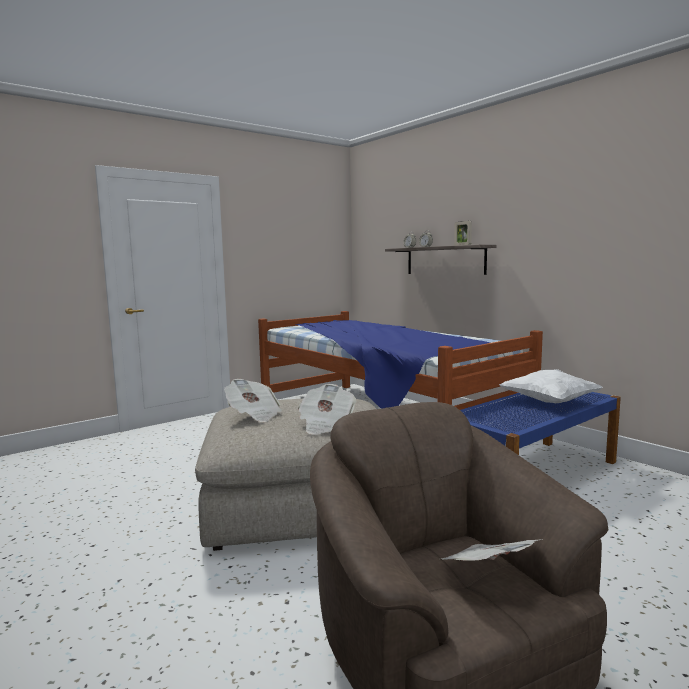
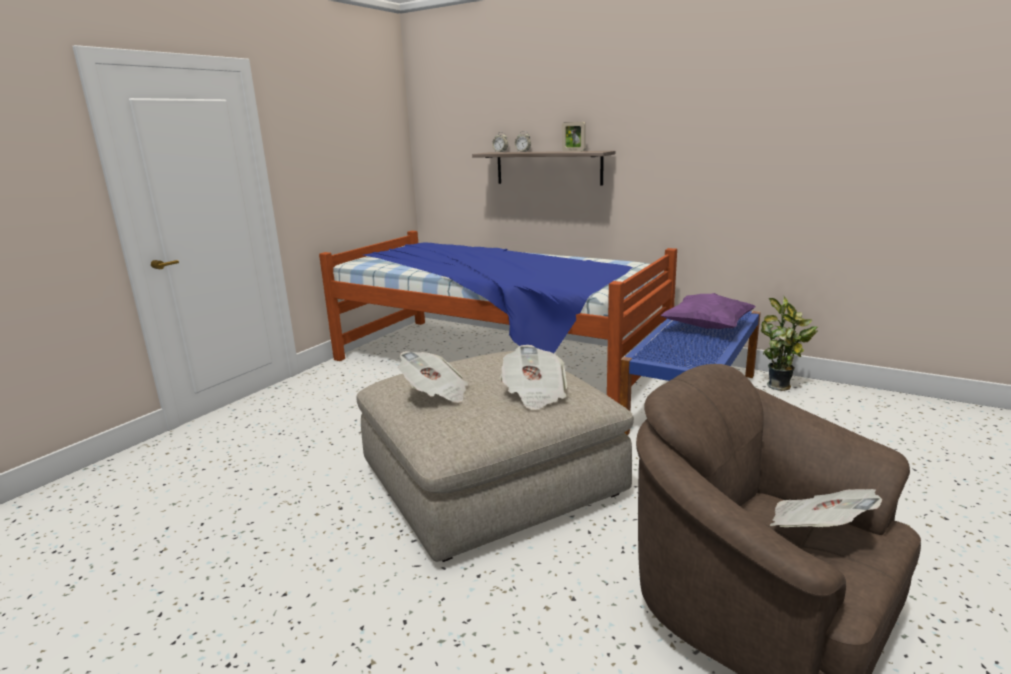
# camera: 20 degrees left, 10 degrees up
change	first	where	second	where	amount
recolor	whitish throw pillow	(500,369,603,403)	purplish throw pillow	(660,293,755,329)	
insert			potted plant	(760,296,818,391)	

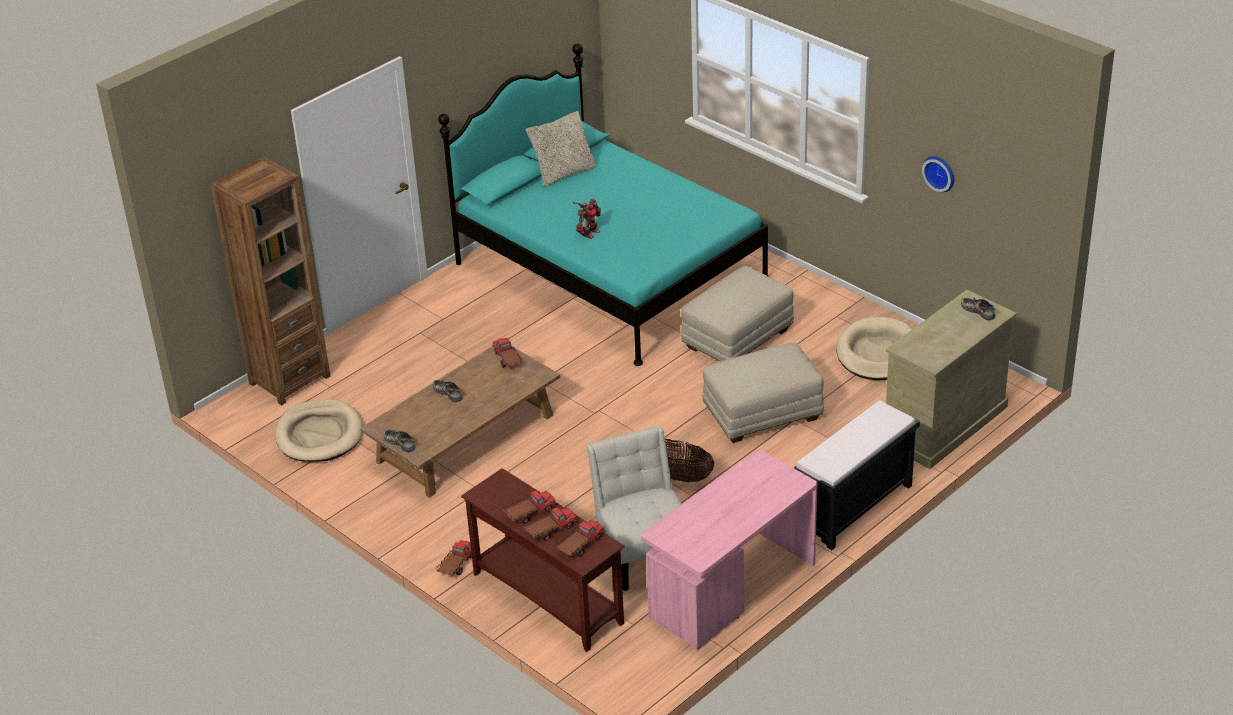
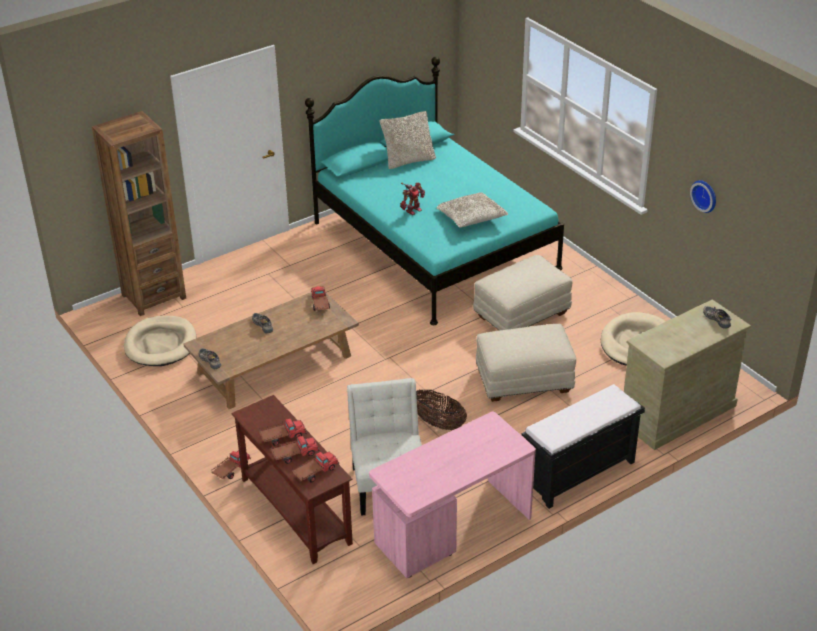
# camera: 10 degrees right, 0 degrees up
change	first	where	second	where	amount
insert			beige throw pillow	(437,192,508,228)	

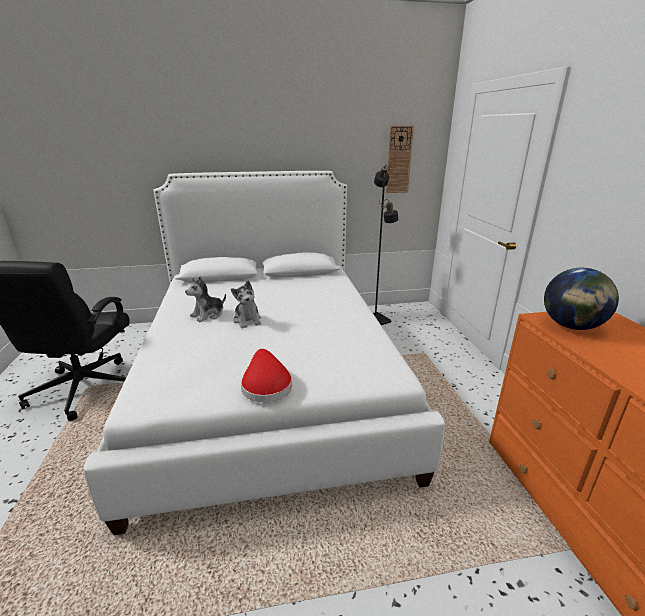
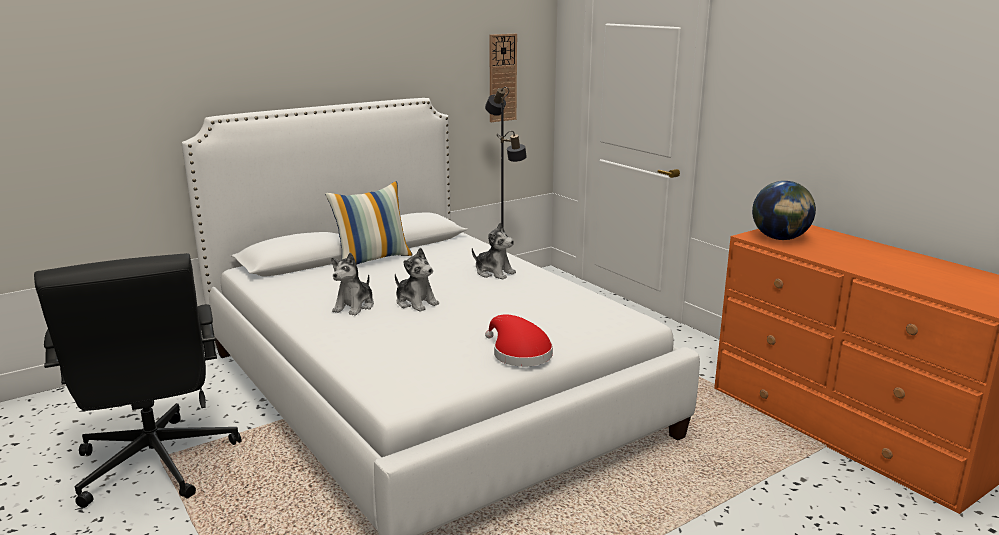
# camera: 25 degrees left, 5 degrees down
change	first	where	second	where	amount
insert			throw pillow	(325,181,413,265)	
insert			soft toy	(472,222,516,280)	

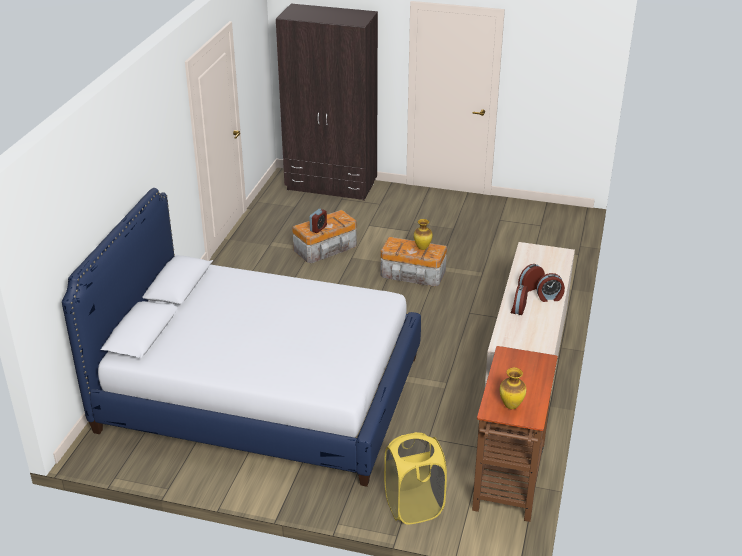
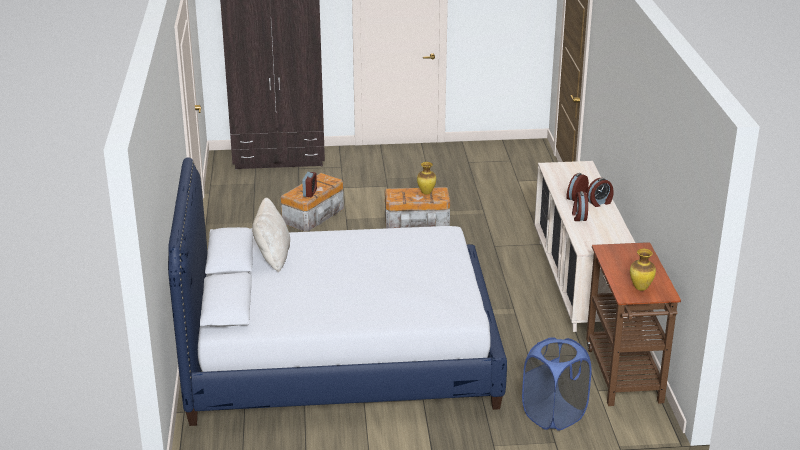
# camera: 20 degrees left, 5 degrees down
change	first	where	second	where	amount
recolor	yellow laundry basket	(384,432,447,525)	blue laundry basket	(522,337,592,431)	
insert			beige throw pillow	(252,197,290,273)	

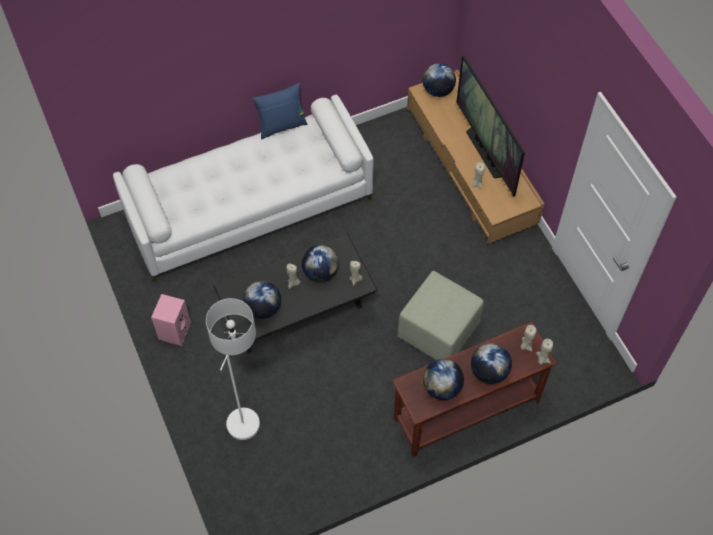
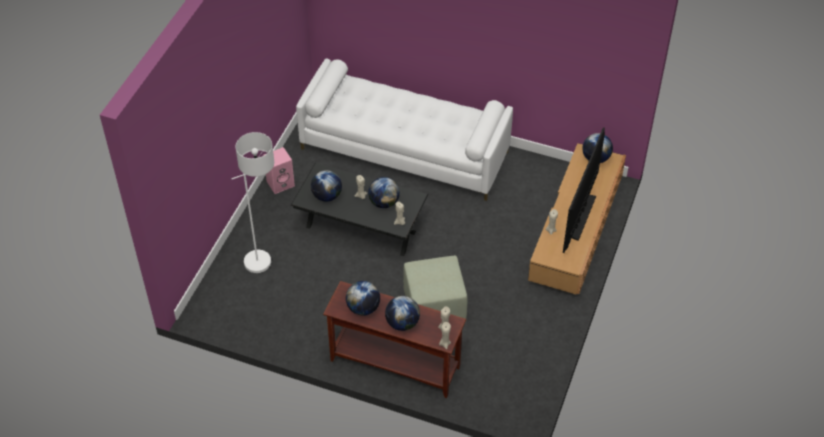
# camera: 45 degrees right, 10 degrees down
change	first	where	second	where	amount
delete	blue throw pillow	(252,83,307,139)			

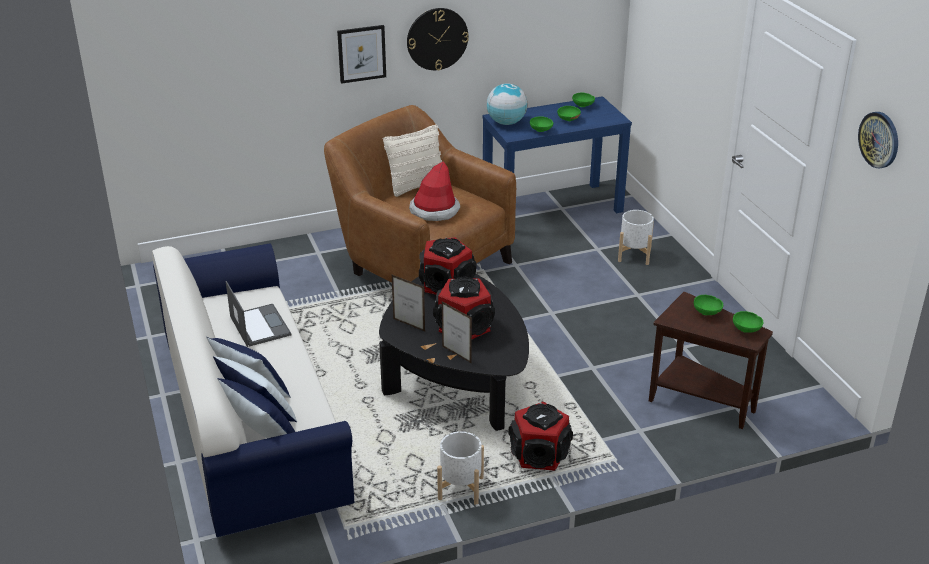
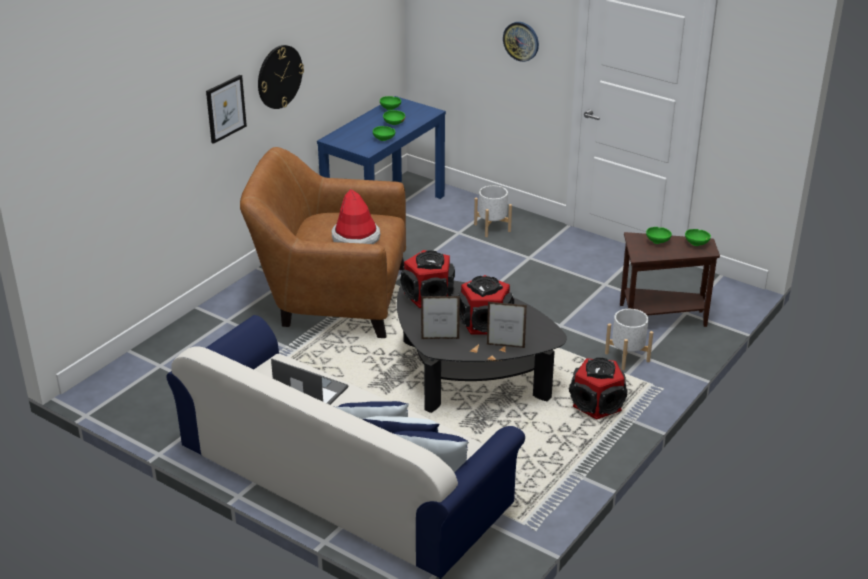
# camera: 35 degrees left, 0 degrees up
change	first	where	second	where	amount
delete	globe	(487,83,528,125)			
move	wall clock	(858,112,898,168)		(503,22,539,62)	
delete	beige throw pillow	(383,124,442,197)			
move	whitish planter	(437,431,484,505)		(605,309,653,370)	

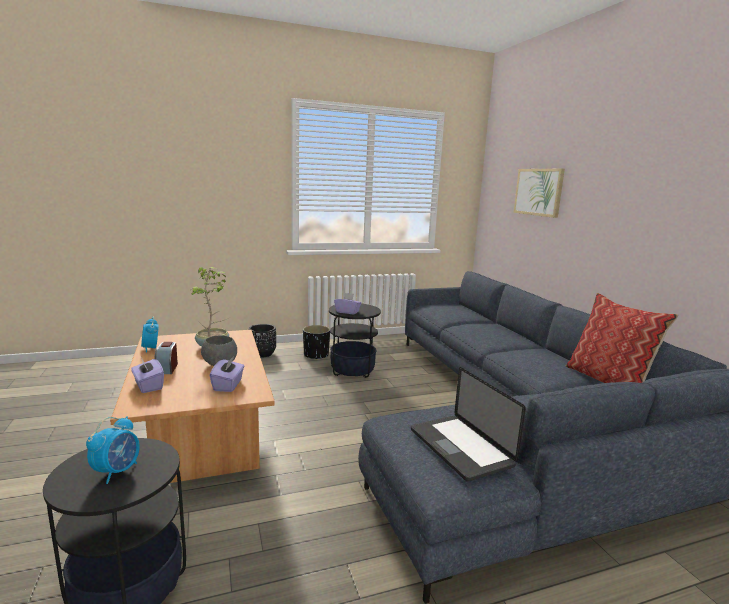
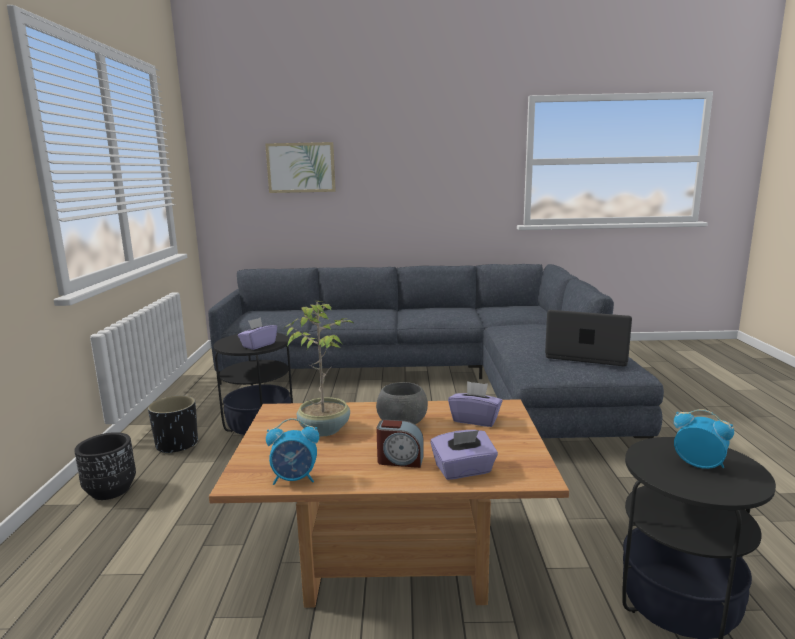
# camera: 70 degrees left, 0 degrees up
change	first	where	second	where	amount
delete	throw pillow	(566,293,679,383)			
rotate	laptop	(411,367,526,482)		(545,310,632,366)	150 degrees counterclockwise

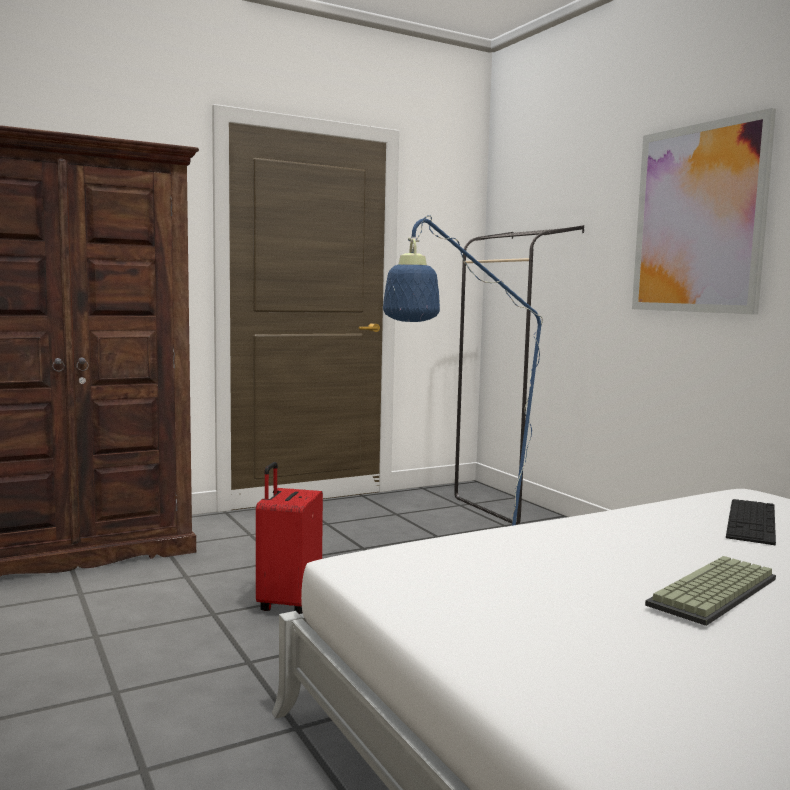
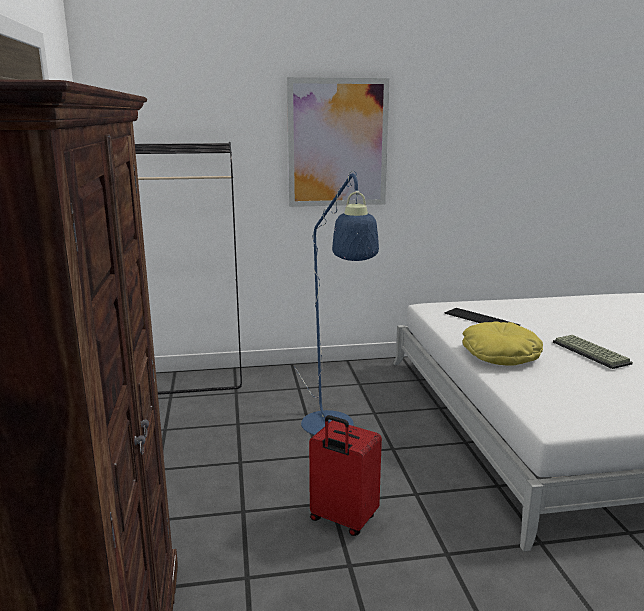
# camera: 70 degrees left, 10 degrees up
change	first	where	second	where	amount
insert			yellow throw pillow	(463,322,543,366)	

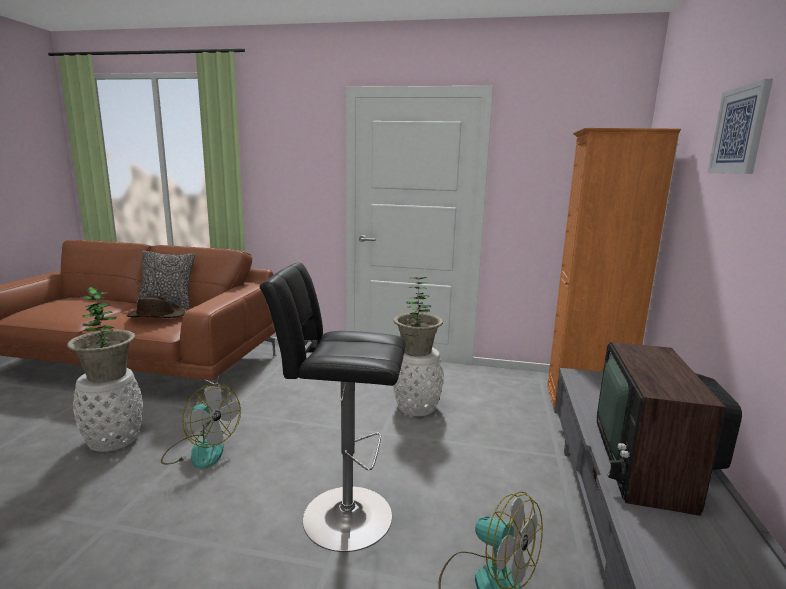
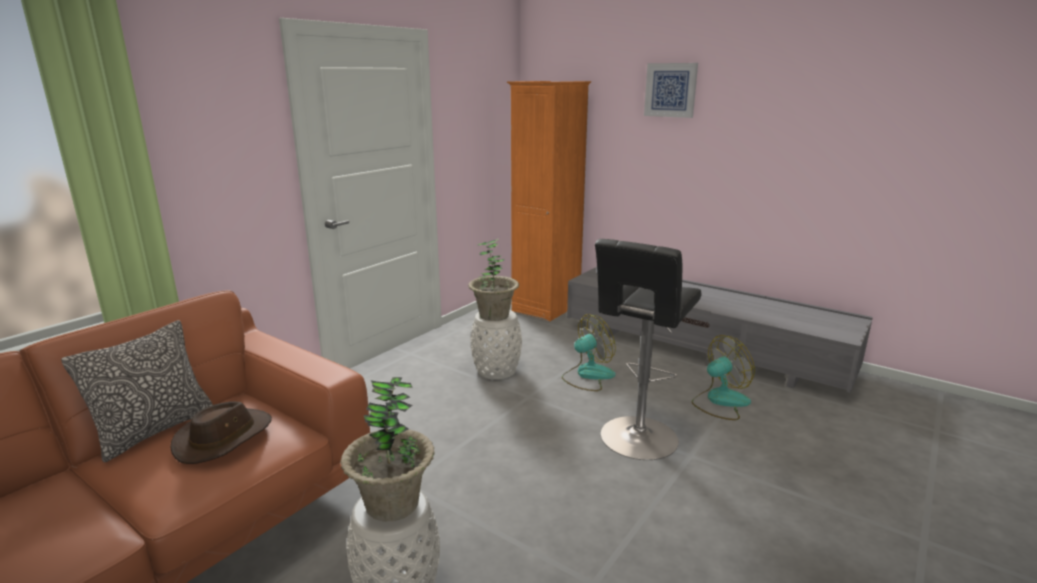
# camera: 65 degrees left, 5 degrees up
change	first	where	second	where	amount
delete	TV	(597,342,742,516)			
move	electric fan	(161,383,241,469)		(562,314,616,391)	

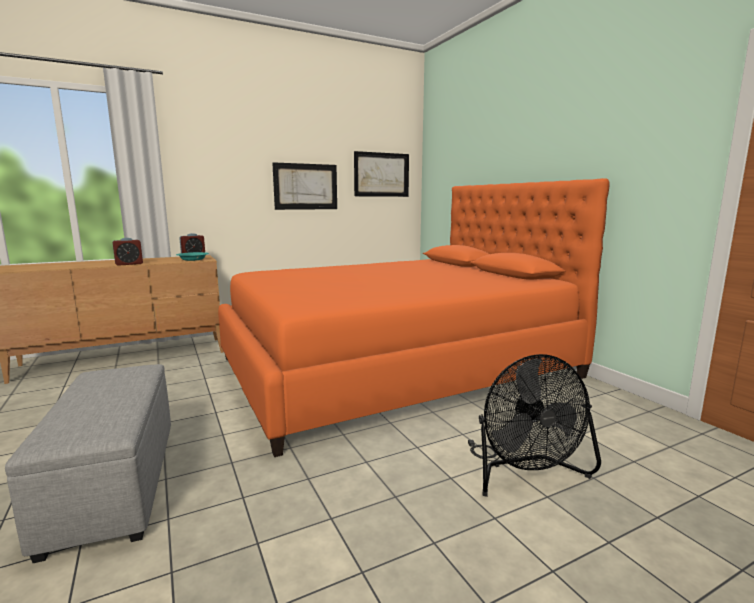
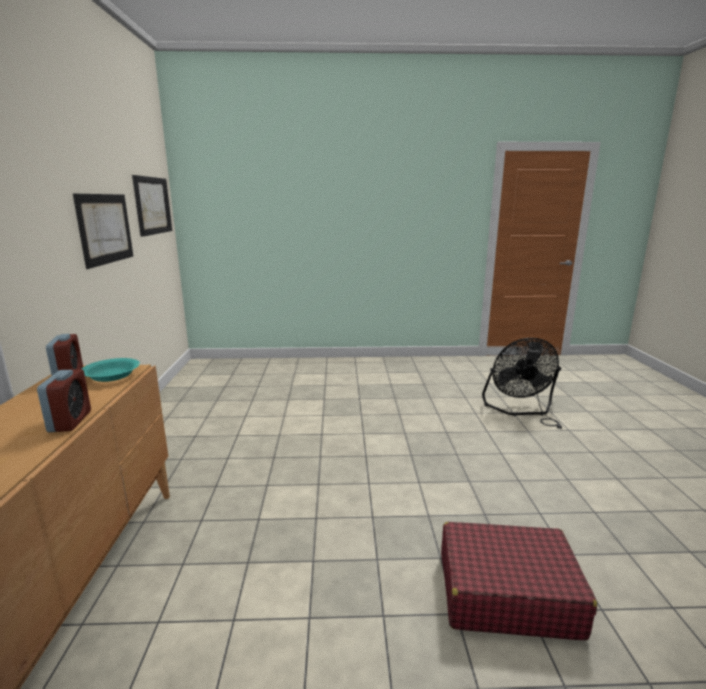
# camera: 65 degrees left, 5 degrees up
change	first	where	second	where	amount
delete	orangey bed	(218,178,610,457)			
rotate	black electric fan	(468,354,601,497)		(482,338,562,429)	105 degrees counterclockwise
replace	grey pouffe	(5,364,171,563)	red-coloured suitcase	(441,522,597,640)	

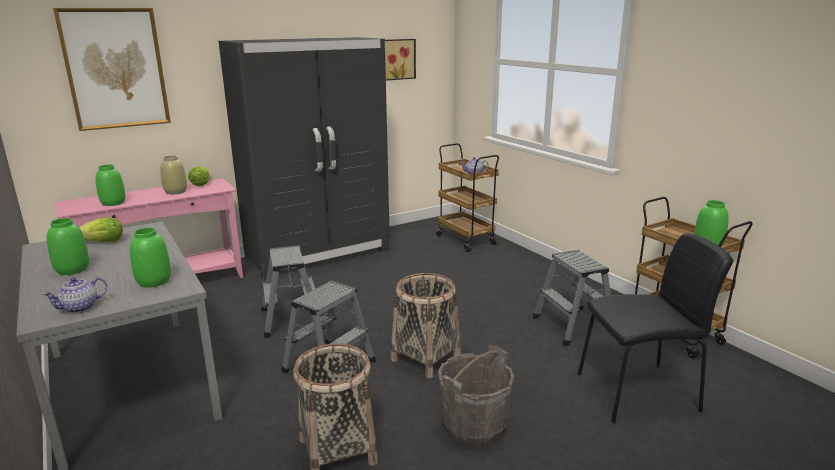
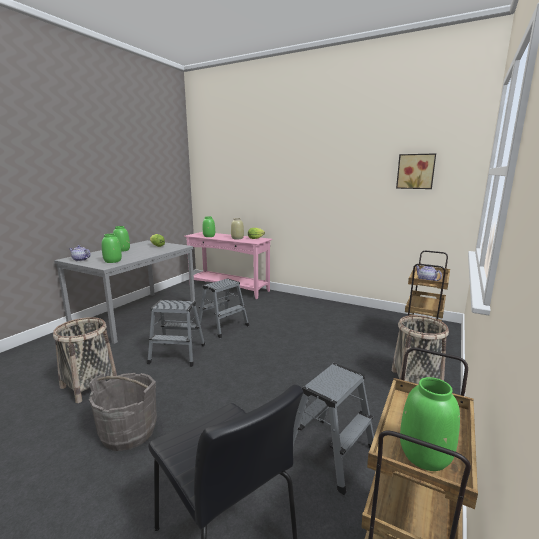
# camera: 60 degrees right, 5 degrees down
change	first	where	second	where	amount
delete	wall picture	(53,8,171,131)			
delete	black cupboard	(219,37,390,280)			
move	basket	(391,273,461,378)		(392,315,449,384)	

